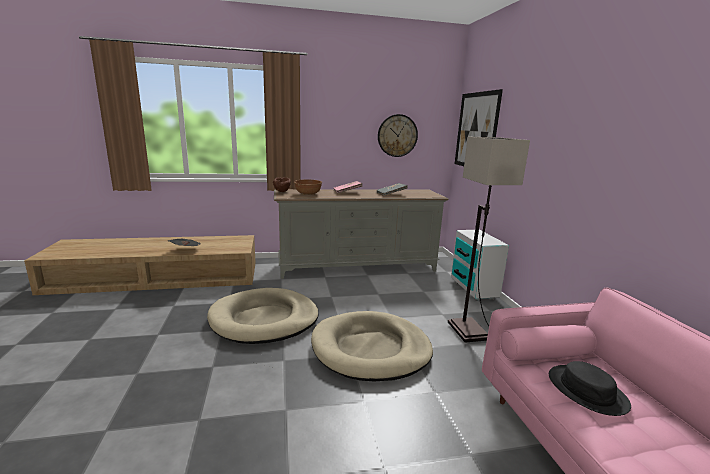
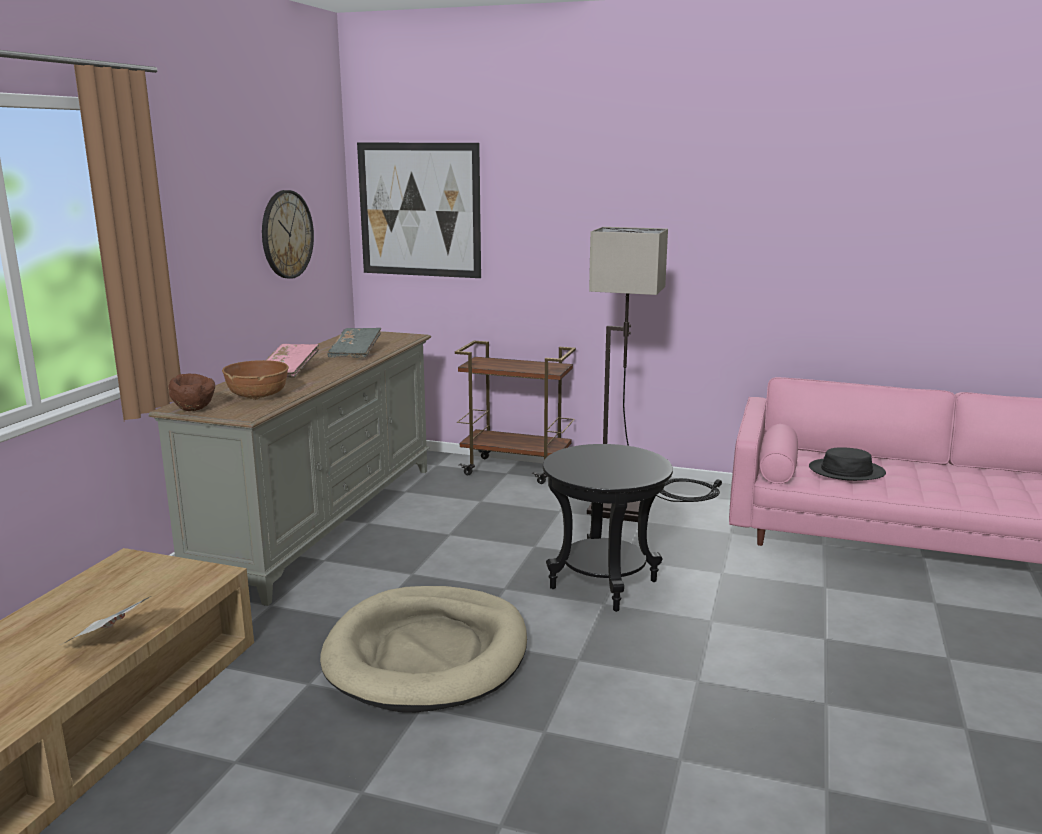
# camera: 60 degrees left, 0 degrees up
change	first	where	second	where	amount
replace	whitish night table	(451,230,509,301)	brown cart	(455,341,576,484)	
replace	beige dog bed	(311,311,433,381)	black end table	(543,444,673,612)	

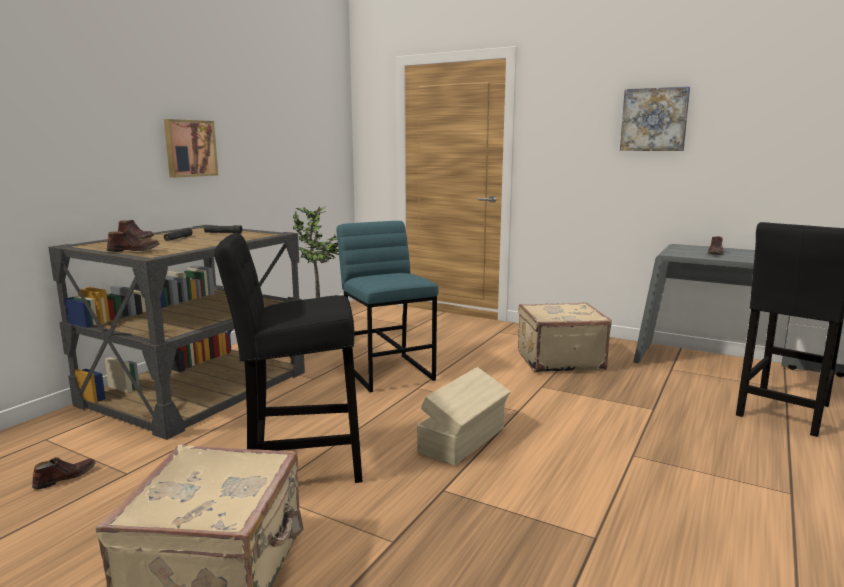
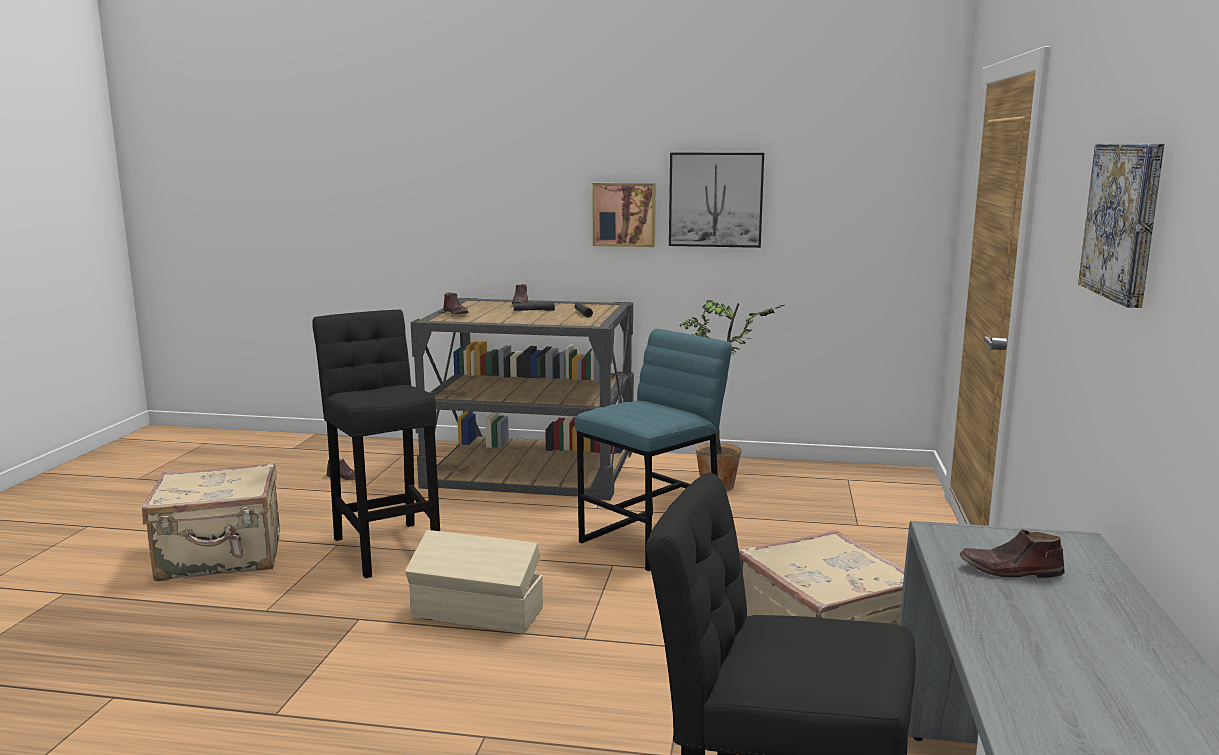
# camera: 70 degrees right, 0 degrees up
change	first	where	second	where	amount
insert			wall picture	(669,153,764,248)	

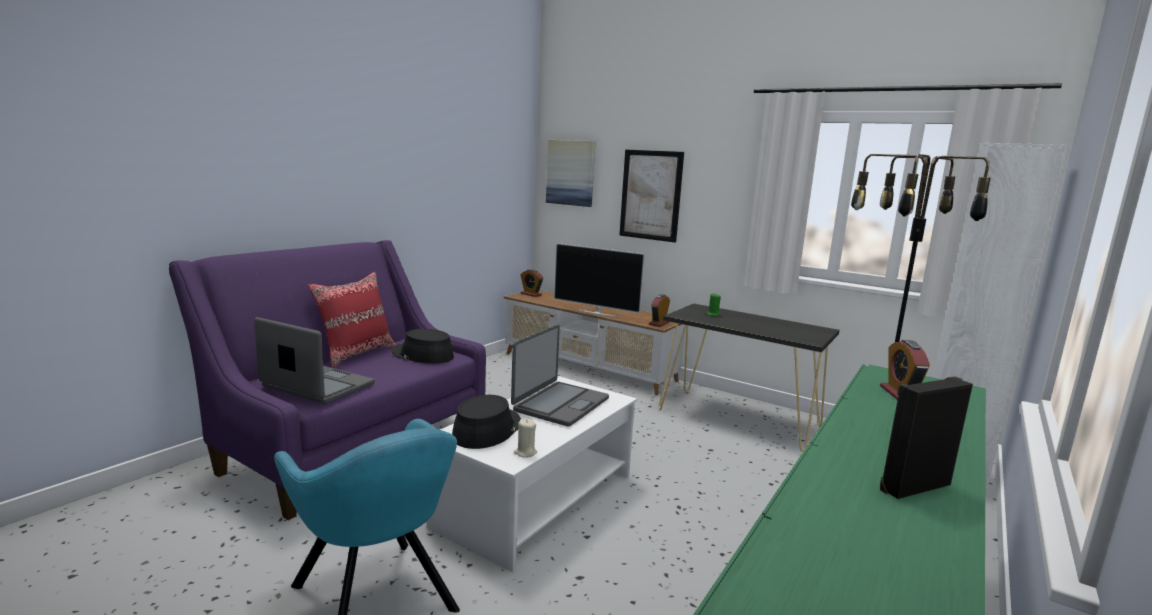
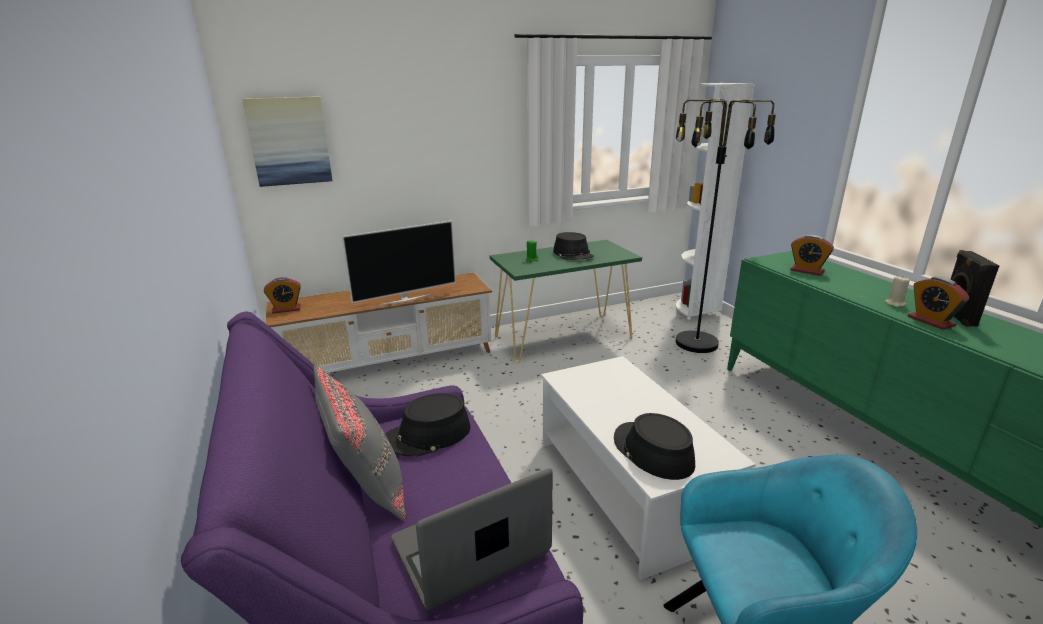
# camera: 55 degrees left, 10 degrees up
change	first	where	second	where	amount
delete	wall picture	(619,150,684,242)			
recolor	red-coloured throw pillow	(308,272,396,367)	grey throw pillow	(313,365,406,521)	
move	bedside clock	(649,294,670,327)		(908,277,969,330)	
recolor	black console table	(659,304,840,451)	green console table	(490,240,642,363)	
delete	laptop	(511,324,609,427)			
move	beige wax light	(514,418,537,458)		(886,276,910,307)	
insert			black hat	(553,232,594,260)	

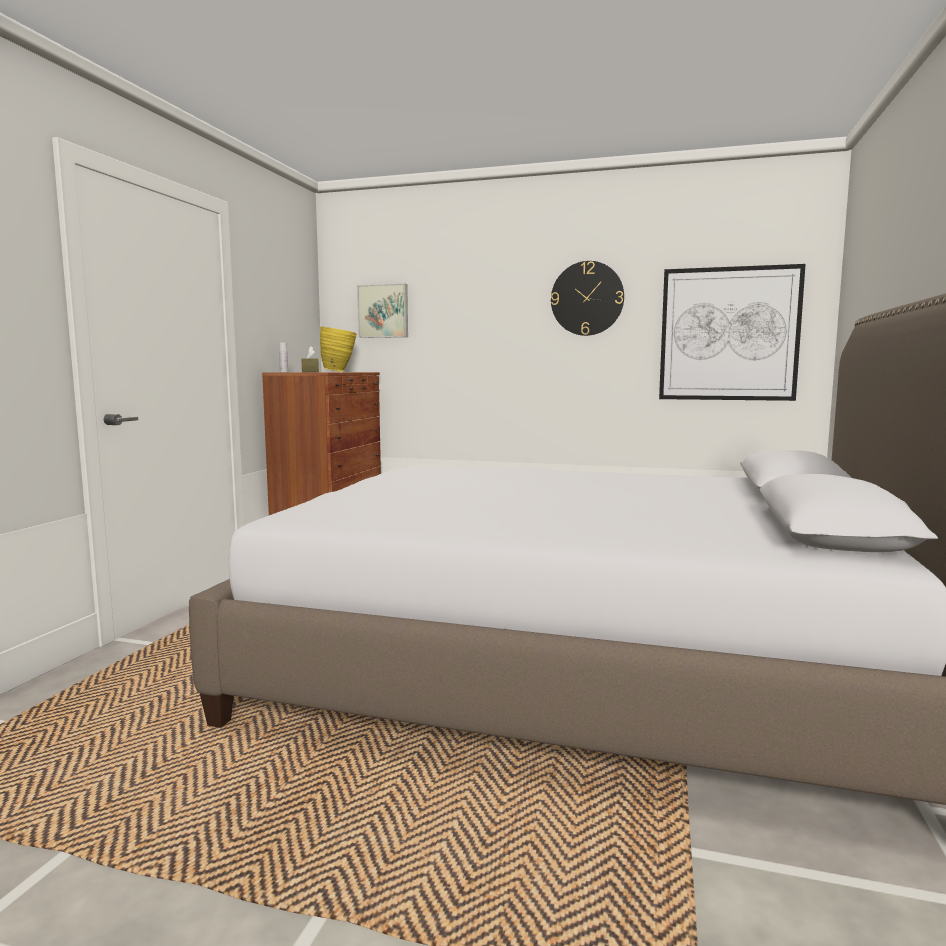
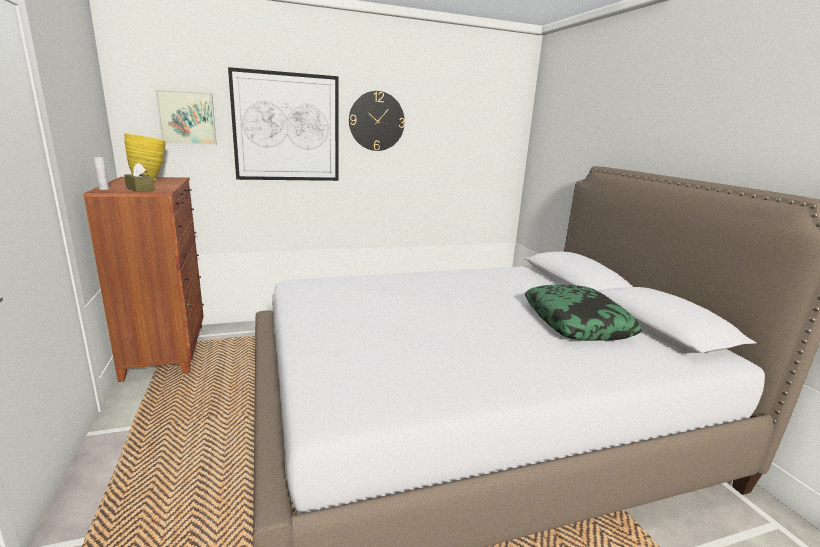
# camera: 35 degrees left, 10 degrees up
change	first	where	second	where	amount
move	wall picture	(659,264,806,401)		(228,67,339,181)	
insert			throw pillow	(525,285,642,341)	

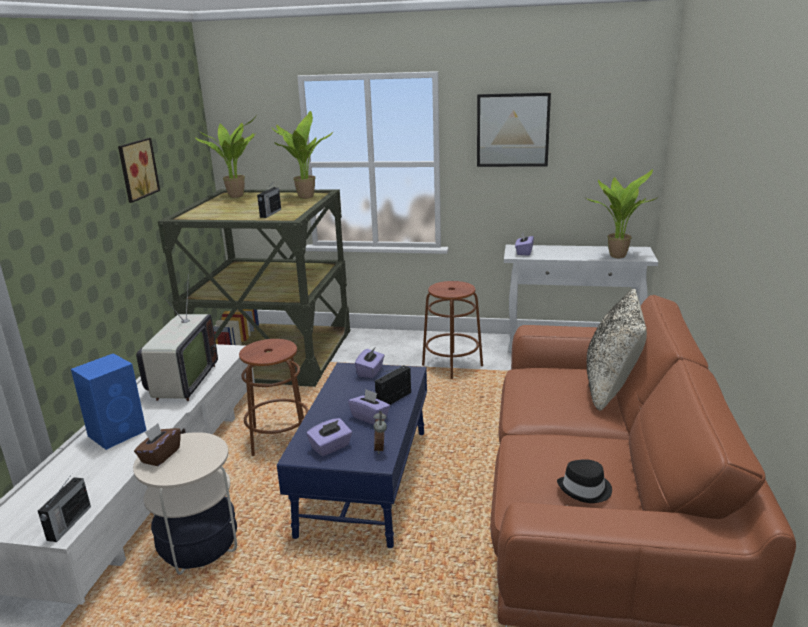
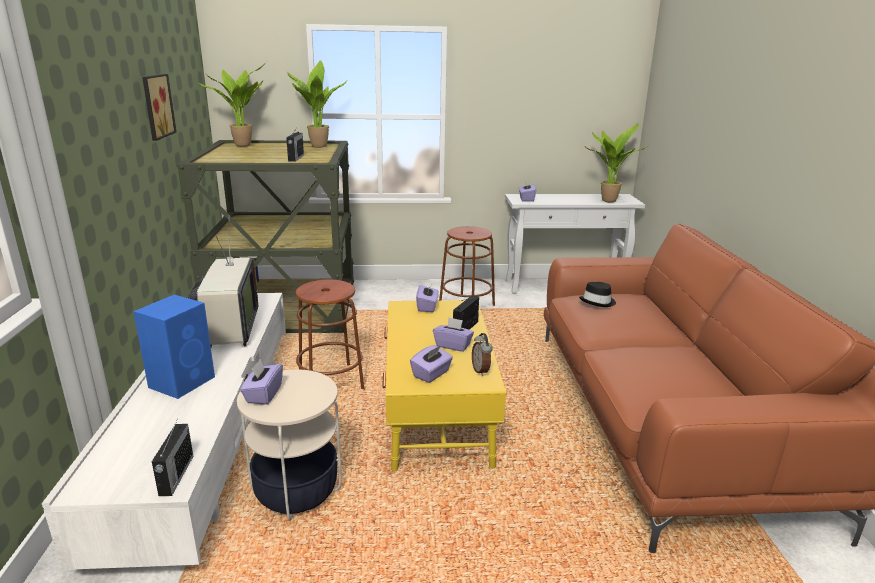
# camera: 15 degrees left, 0 degrees up
change	first	where	second	where	amount
delete	wall picture	(477,93,551,167)			
delete	beige throw pillow	(586,289,647,411)			
recolor	blue coffee table	(277,363,427,548)	yellow coffee table	(382,300,506,472)	
recolor	brown tissue holder	(134,423,181,466)	purplish tissue holder	(240,359,283,405)	
move	black hat	(557,459,612,503)		(579,282,616,307)	

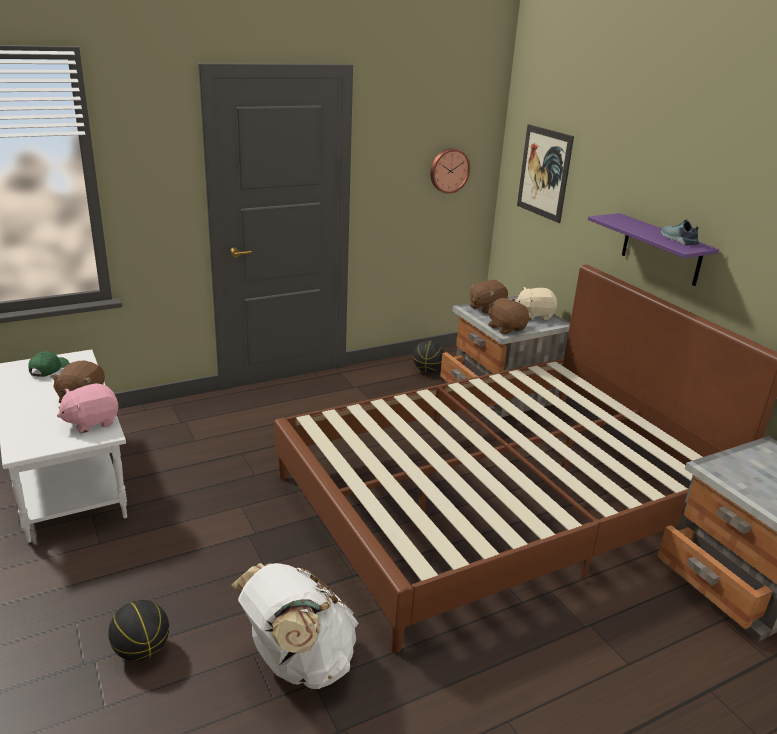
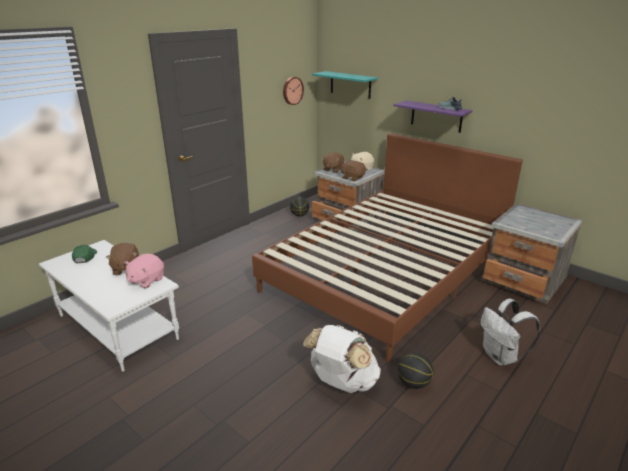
# camera: 20 degrees left, 0 degrees up
change	first	where	second	where	amount
replace	wall picture	(517,124,574,223)	turquoise wall shelf	(312,71,378,99)	
move	ball for basketball	(108,600,169,661)		(398,352,434,389)	
insert			whitish rucksack	(481,298,540,366)	

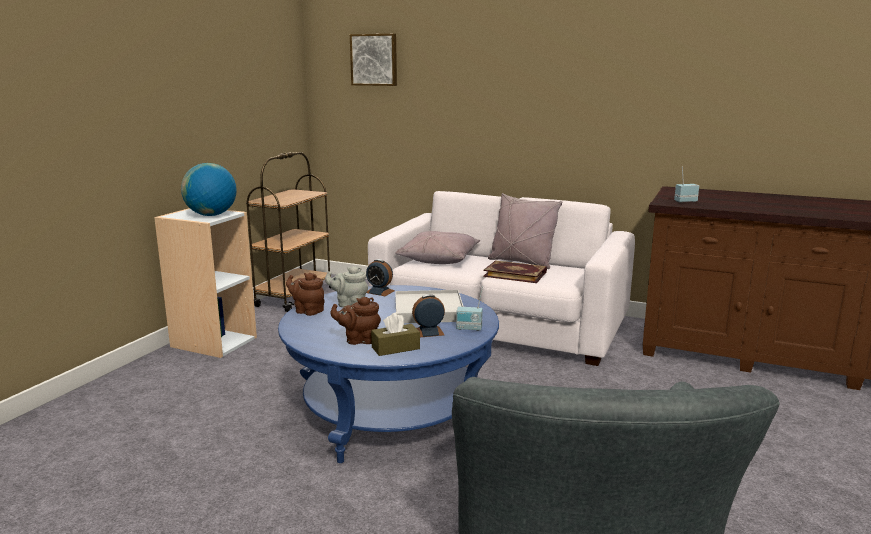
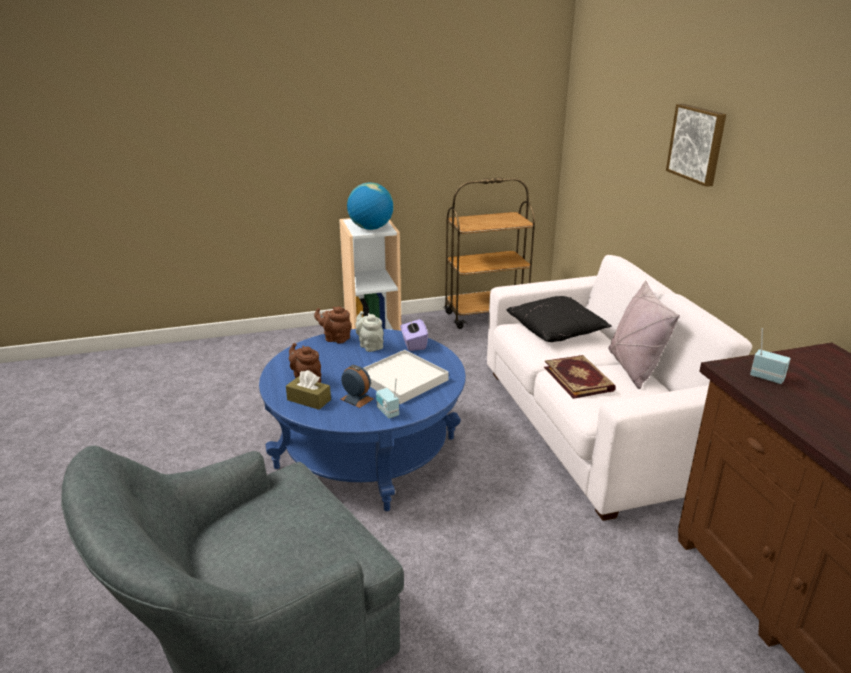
# camera: 50 degrees right, 10 degrees up
change	first	where	second	where	amount
move	wall picture	(350,34,397,86)		(666,104,726,187)	
recolor	purplish throw pillow	(395,231,480,264)	black throw pillow	(507,296,612,342)	
replace	bedside clock	(366,259,394,296)	purplish tissue holder	(400,317,428,351)	
rotate	brown teapot	(286,273,325,316)		(314,306,351,344)	60 degrees counterclockwise

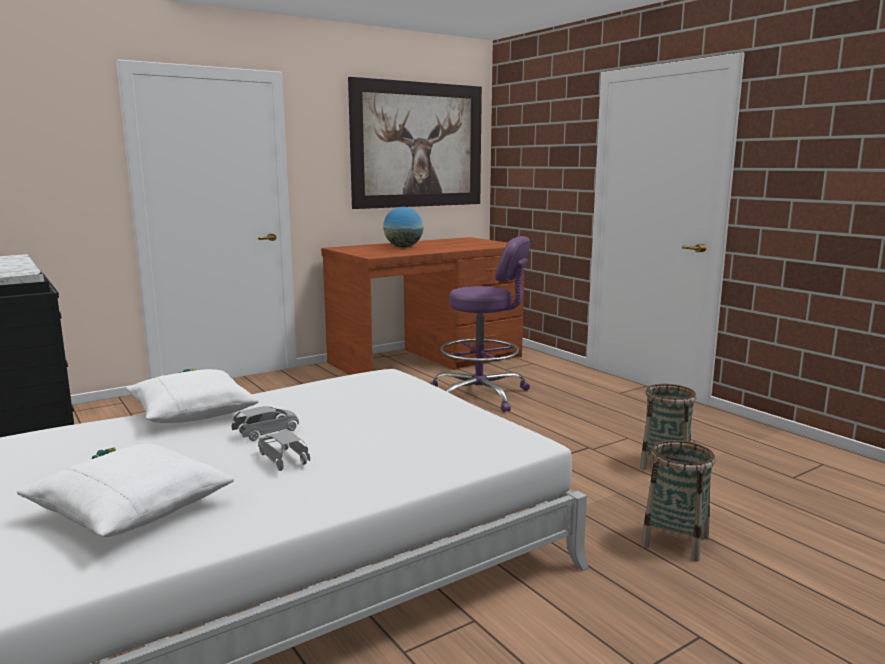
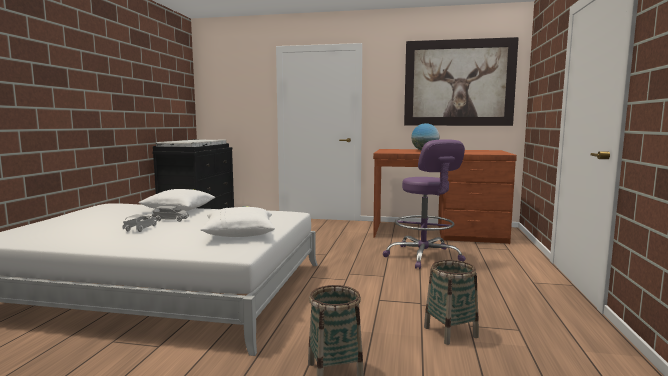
# camera: 45 degrees right, 5 degrees down
change	first	where	second	where	amount
move	whitish throw pillow	(17,444,234,537)		(200,206,275,237)	

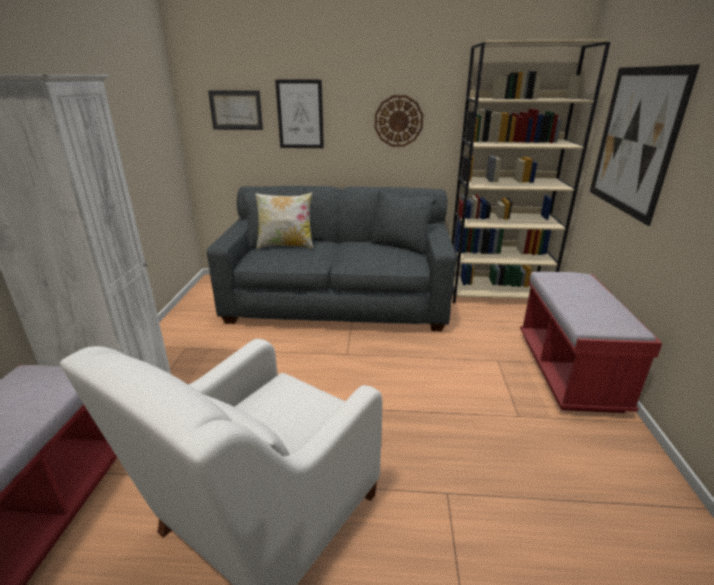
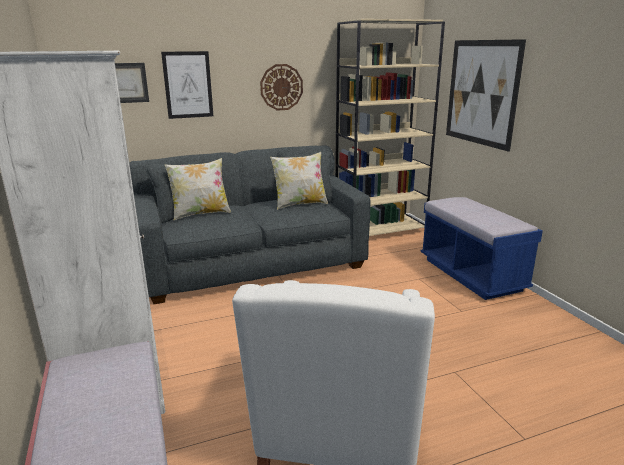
# camera: 25 degrees left, 5 degrees down
change	first	where	second	where	amount
recolor	red-coloured long seat	(520,272,663,413)	blue long seat	(420,197,543,300)	
insert			throw pillow	(270,152,328,210)	

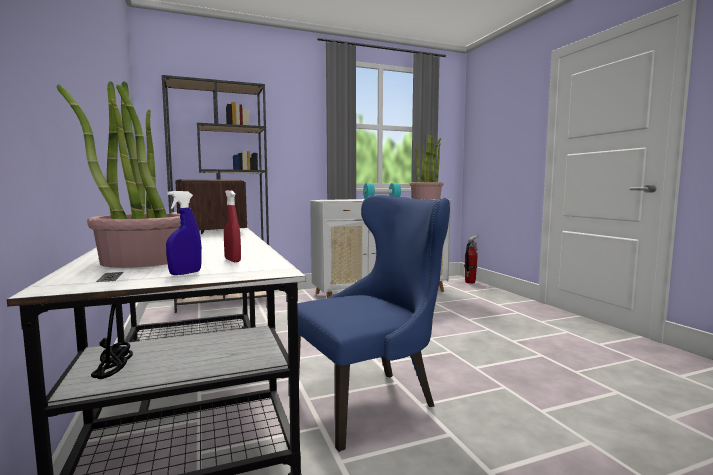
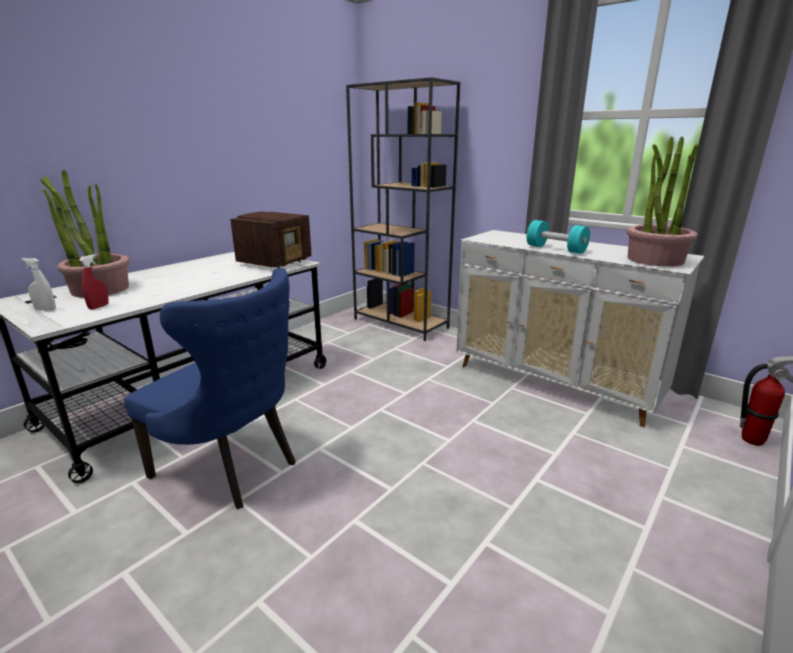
# camera: 60 degrees right, 15 degrees up
change	first	where	second	where	amount
recolor	blue sprayer	(166,191,202,275)	whitish sprayer	(22,258,56,311)	

